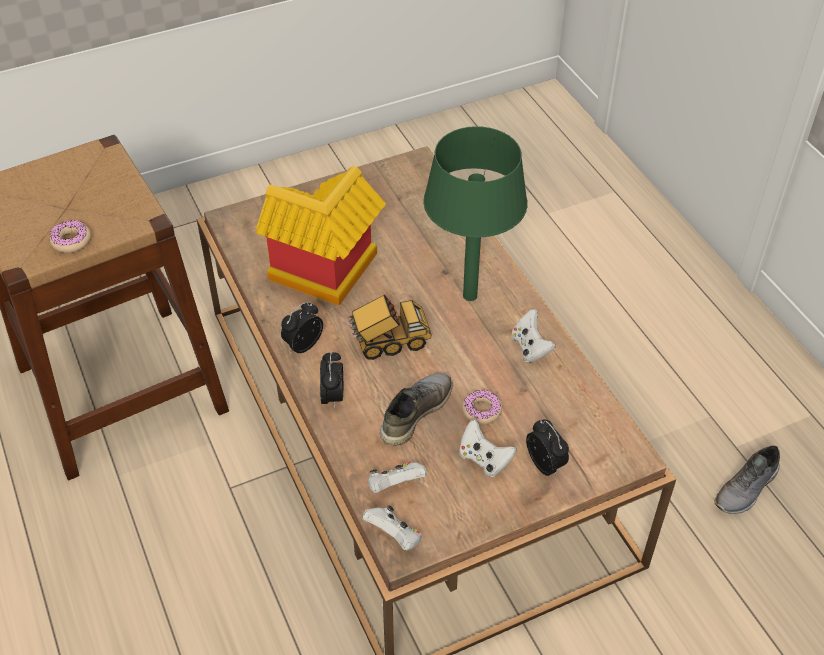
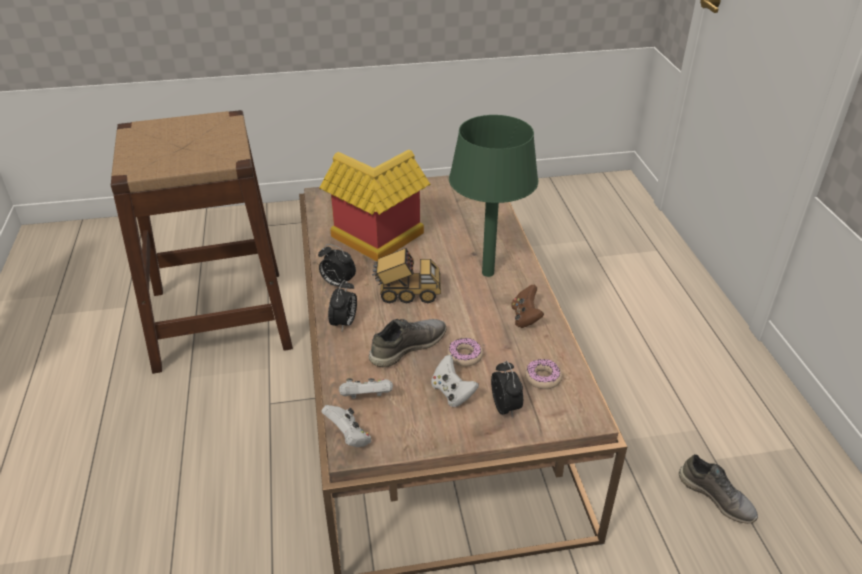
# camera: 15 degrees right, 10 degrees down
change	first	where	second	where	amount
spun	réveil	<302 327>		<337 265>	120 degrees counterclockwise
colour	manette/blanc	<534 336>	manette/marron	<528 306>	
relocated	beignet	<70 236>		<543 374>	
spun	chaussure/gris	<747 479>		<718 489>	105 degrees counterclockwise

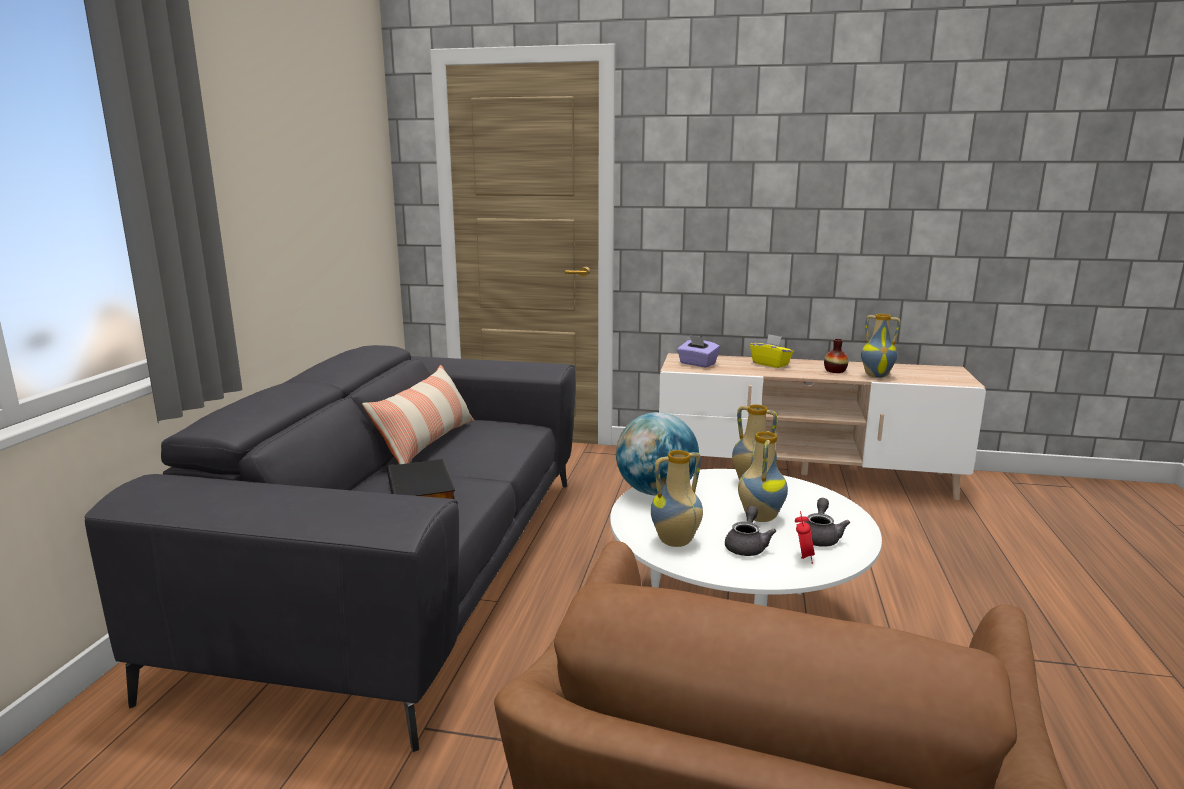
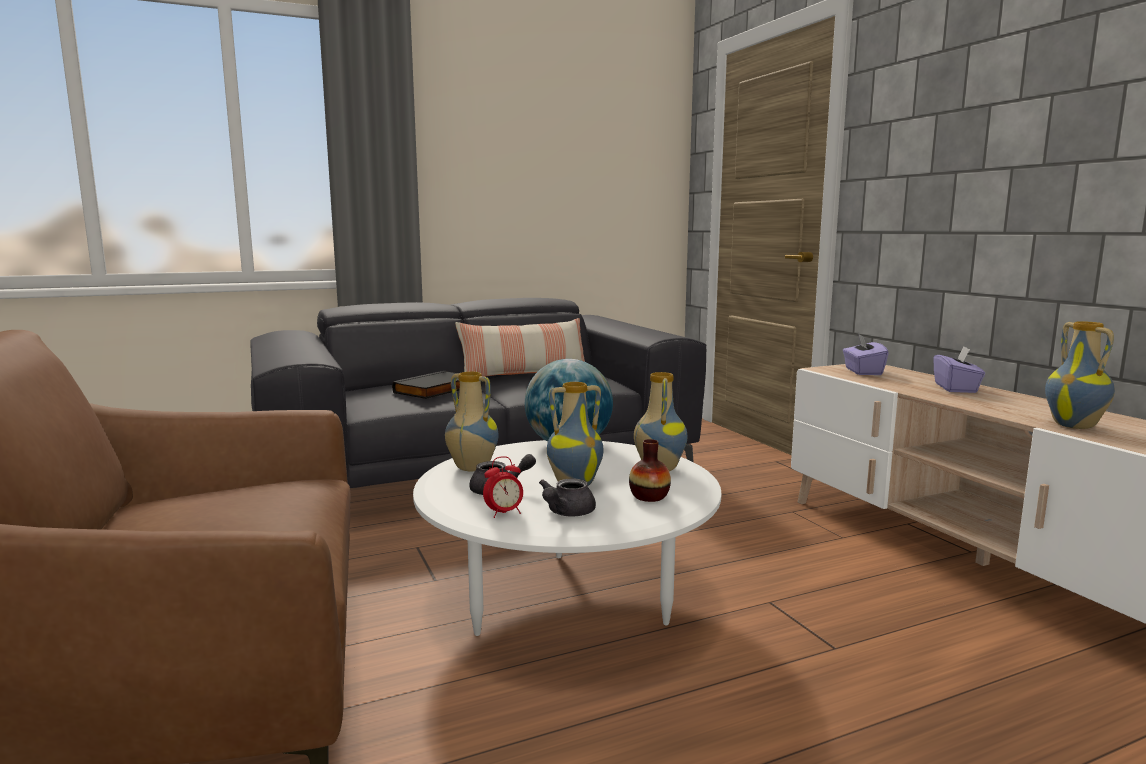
# camera: 55 degrees right, 5 degrees down
change	first	where	second	where	amount
spun	théière/gris	<827 522>		<567 497>	135 degrees clockwise
relocated	vase	<836 356>		<650 470>	
colour	boîte à mouchoirs/jaune	<771 351>	boîte à mouchoirs/violet	<959 370>	

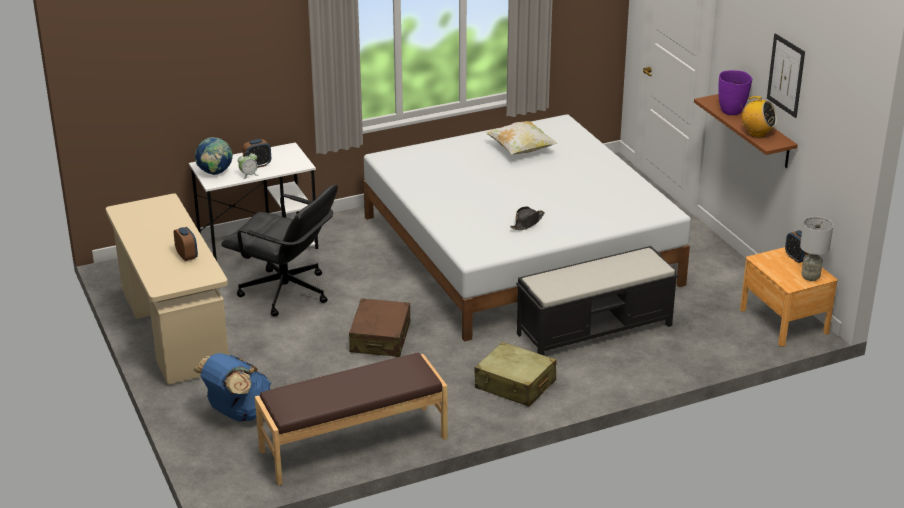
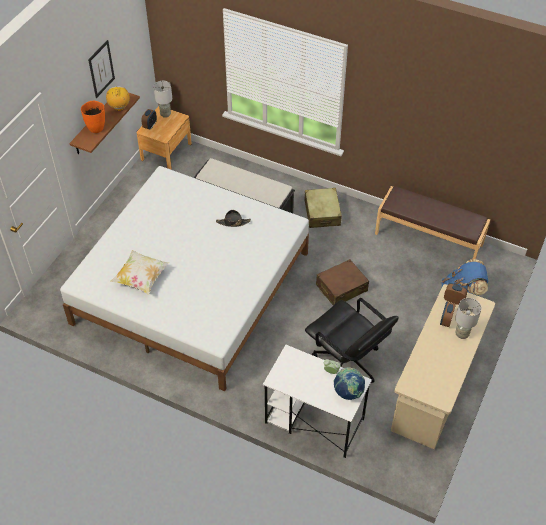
# camera: 130 degrees left, 20 degrees up
change	first	where	second	where	amount
colour	vase/violet	<735 92>	vase/orange	<93 117>	
spun	chaise de bureau/noir	<279 251>		<352 340>	150 degrees clockwise
relocated	réveil	<256 153>		<456 294>	
appeared			lampe de table/gris	<468 318>	

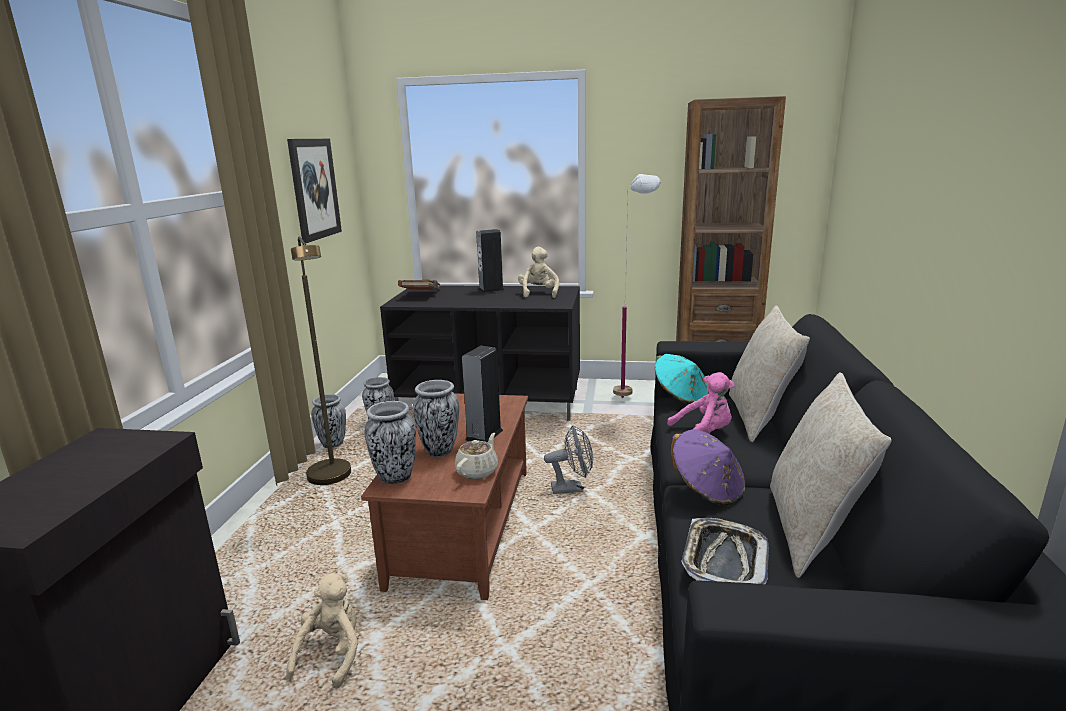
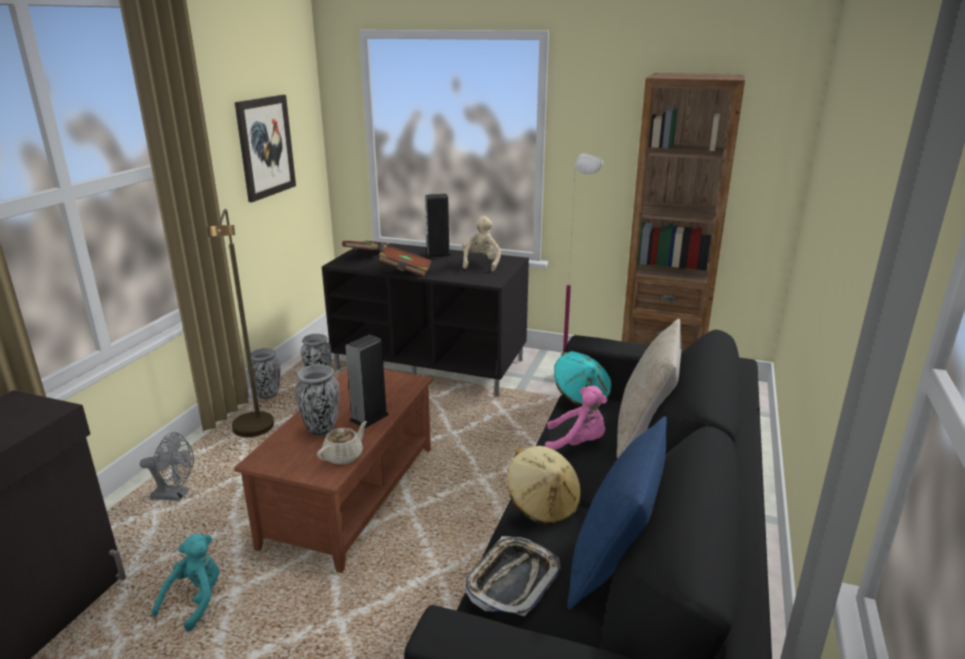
# camera: 10 degrees right, 5 degrees up
change	first	where	second	where	amount
relocated	ventilateur/gris	<568 459>		<167 466>	
colour	peluche/beige	<322 631>	peluche/turquoise	<186 583>	
appeared			livre/marron	<405 261>	
colour	chapeau/violet	<708 467>	chapeau/beige	<544 485>	
colour	coussin/beige	<831 475>	coussin/bleu	<617 513>	
missing	vase	<390 442>			

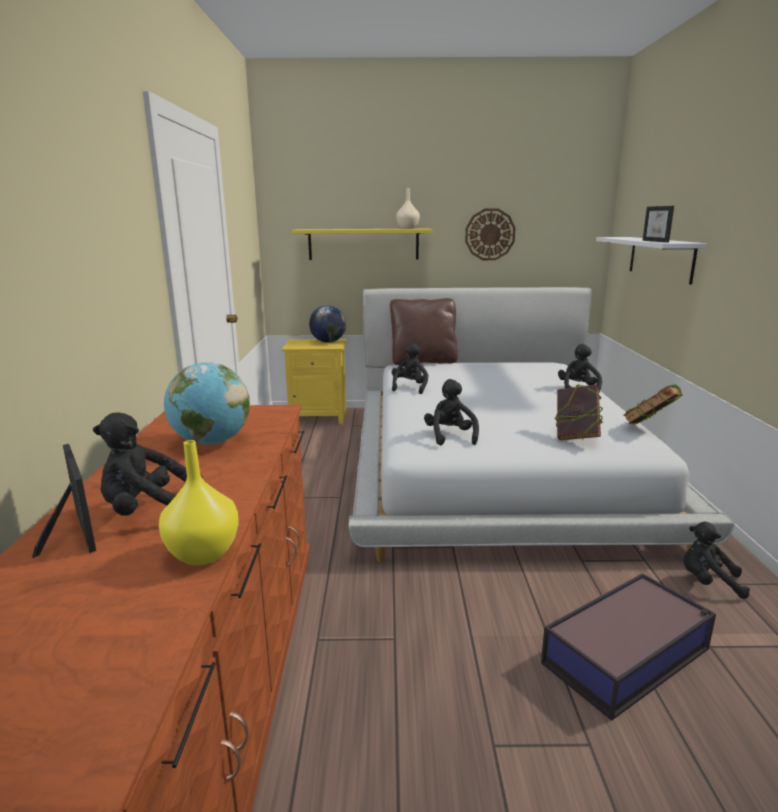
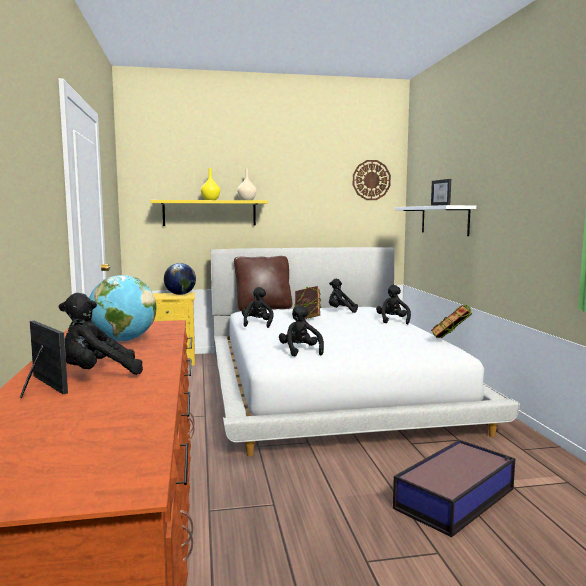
# camera: 10 degrees left, 10 degrees down
change	first	where	second	where	amount
relocated	vase/jaune	<199 502>		<210 184>	
relocated	livre	<579 412>		<307 302>	
relocated	peluche/noir	<716 560>		<343 296>	
relocated	horloge murale	<490 234>		<372 180>	

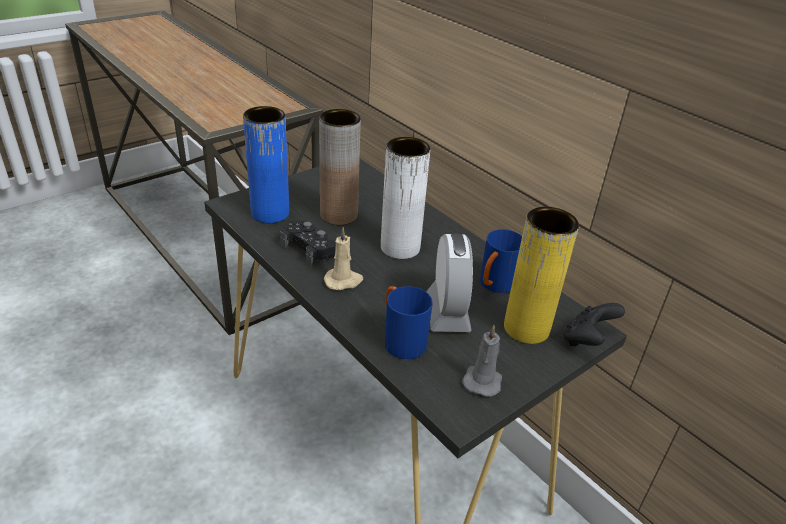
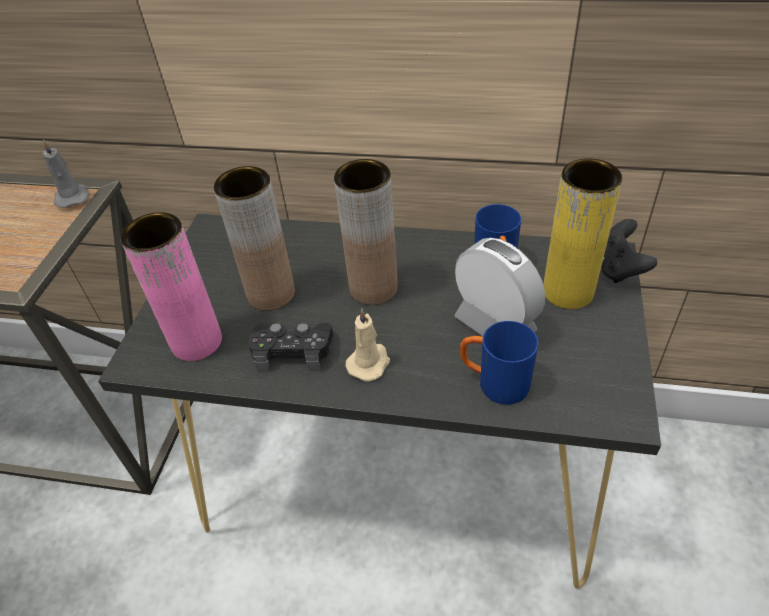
# camera: 35 degrees left, 10 degrees up
change	first	where	second	where	amount
relocated	bougie/gris	<482 361>		<65 173>	
colour	vase/bleu	<266 164>	vase/rose	<171 286>	
colour	vase/blanc	<405 198>	vase/marron	<366 232>	

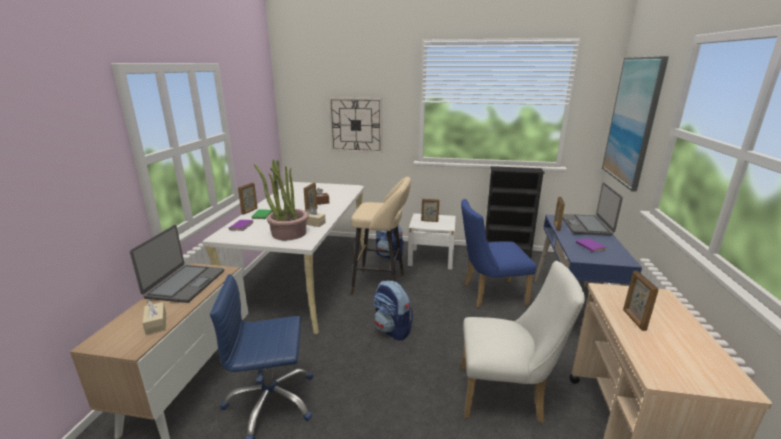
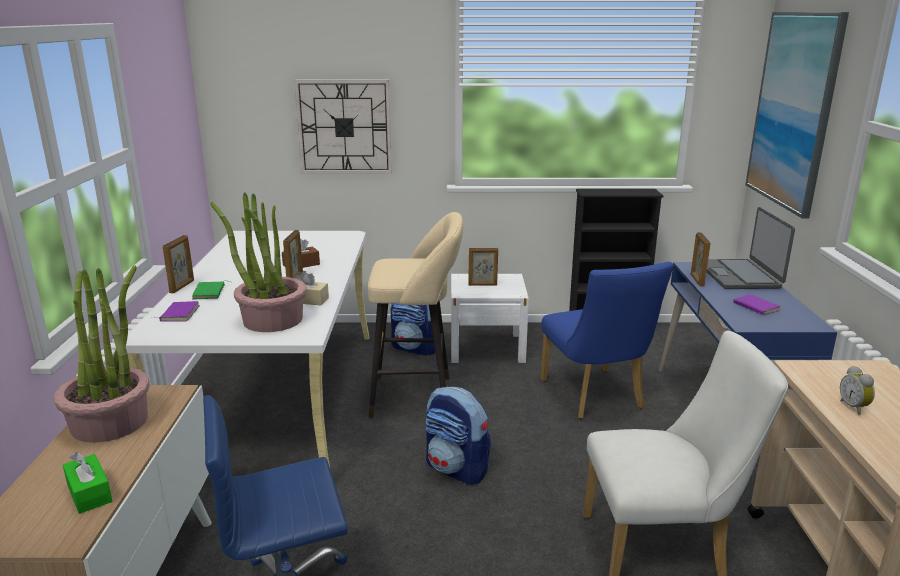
# camera: 10 degrees left, 0 degrees up
change	first	where	second	where	amount
exchanged	ordinateur portable	<177 264>	plante en pot	<102 354>	
colour	boîte à mouchoirs/beige	<154 317>	boîte à mouchoirs/vert	<87 483>	
spun	chaise/bleu	<498 253>		<607 340>	90 degrees counterclockwise
exchanged	cadre photo	<641 301>	réveil	<857 390>	

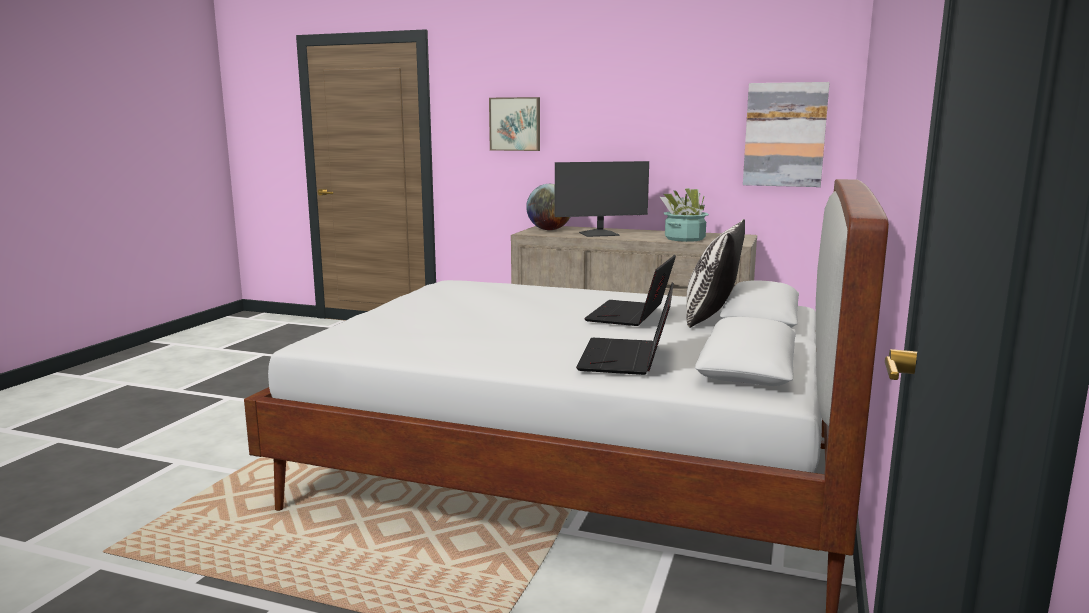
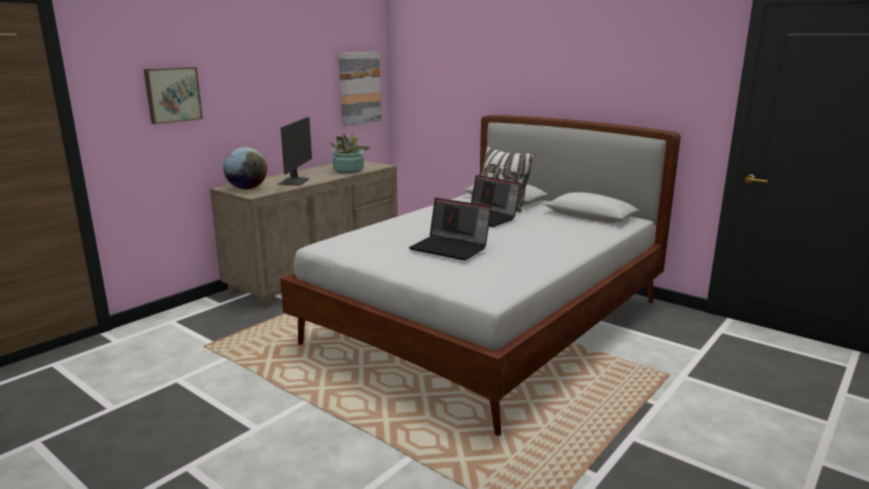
# camera: 70 degrees left, 5 degrees up
change	first	where	second	where	amount
relocated	ordinateur portable	<625 328>		<450 229>	

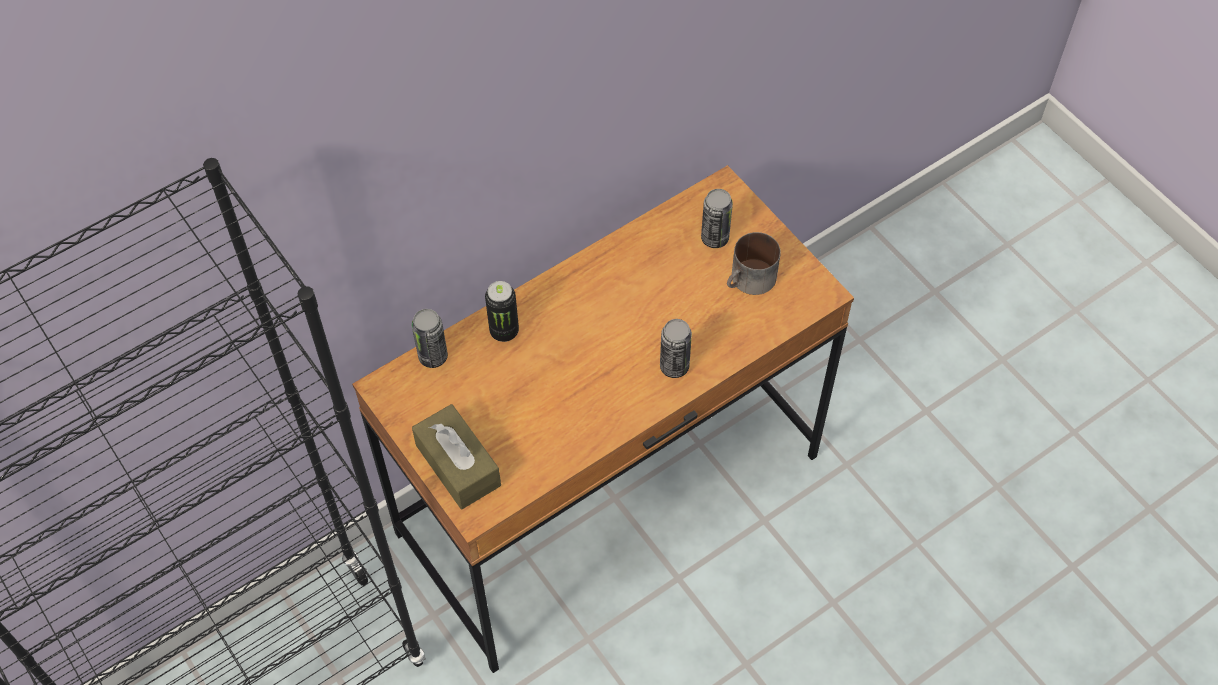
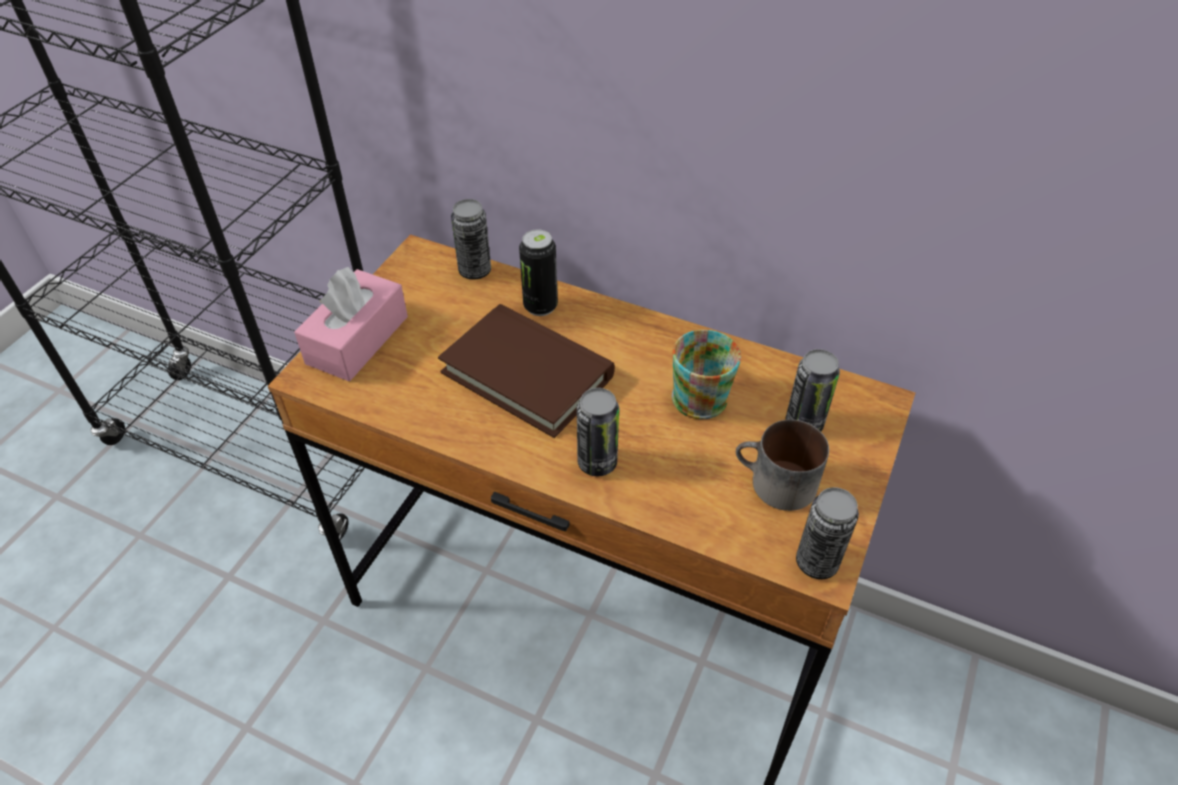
# camera: 60 degrees right, 10 degrees down
change	first	where	second	where	amount
colour	boîte à mouchoirs/marron	<456 456>	boîte à mouchoirs/rose	<351 324>	
appeared			livre/marron	<526 371>	
appeared			mug	<706 374>	
appeared			boîte métallique	<827 533>	

